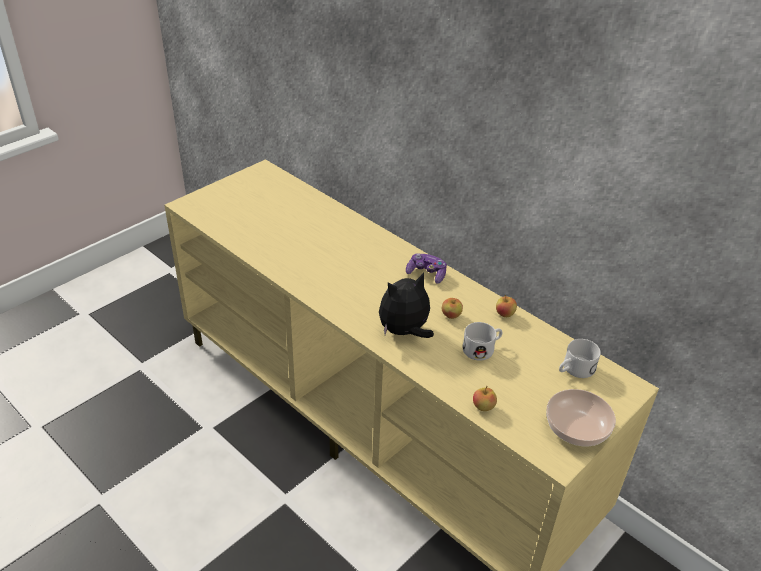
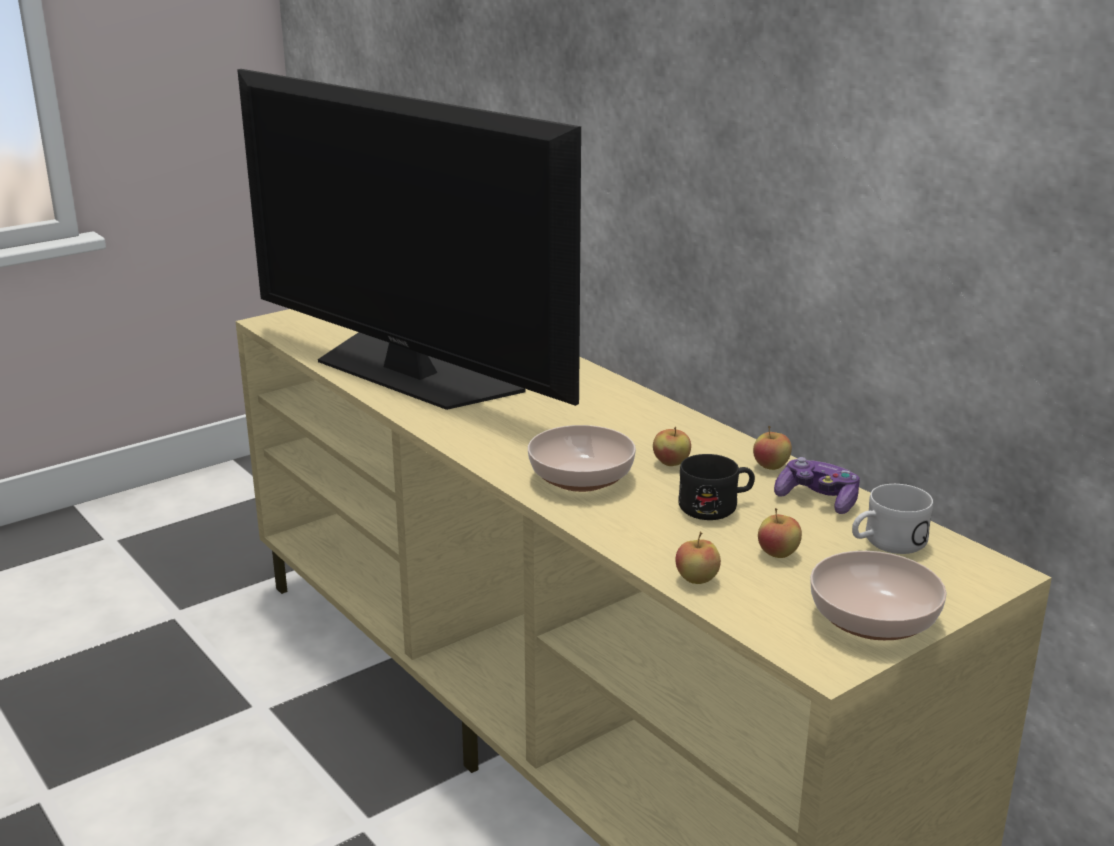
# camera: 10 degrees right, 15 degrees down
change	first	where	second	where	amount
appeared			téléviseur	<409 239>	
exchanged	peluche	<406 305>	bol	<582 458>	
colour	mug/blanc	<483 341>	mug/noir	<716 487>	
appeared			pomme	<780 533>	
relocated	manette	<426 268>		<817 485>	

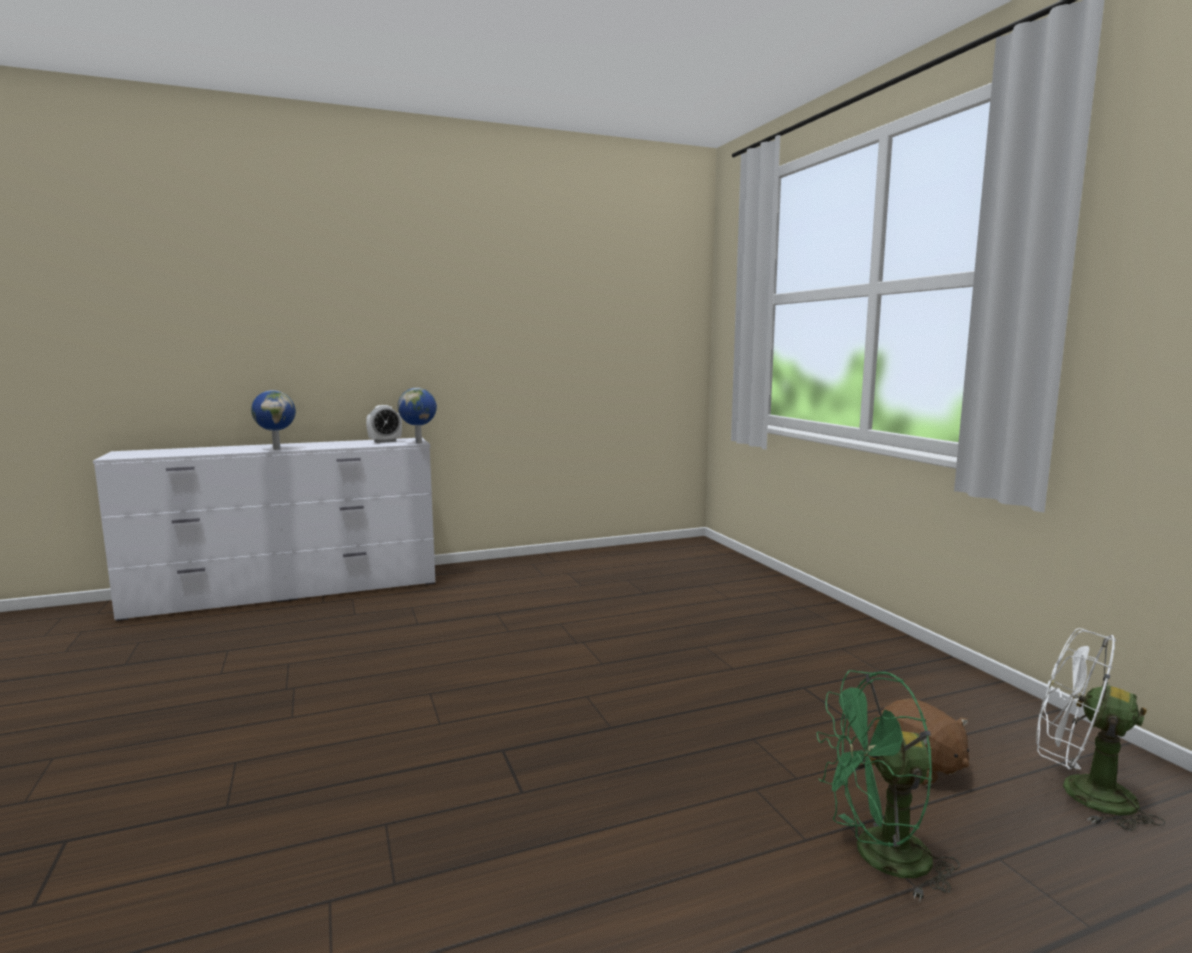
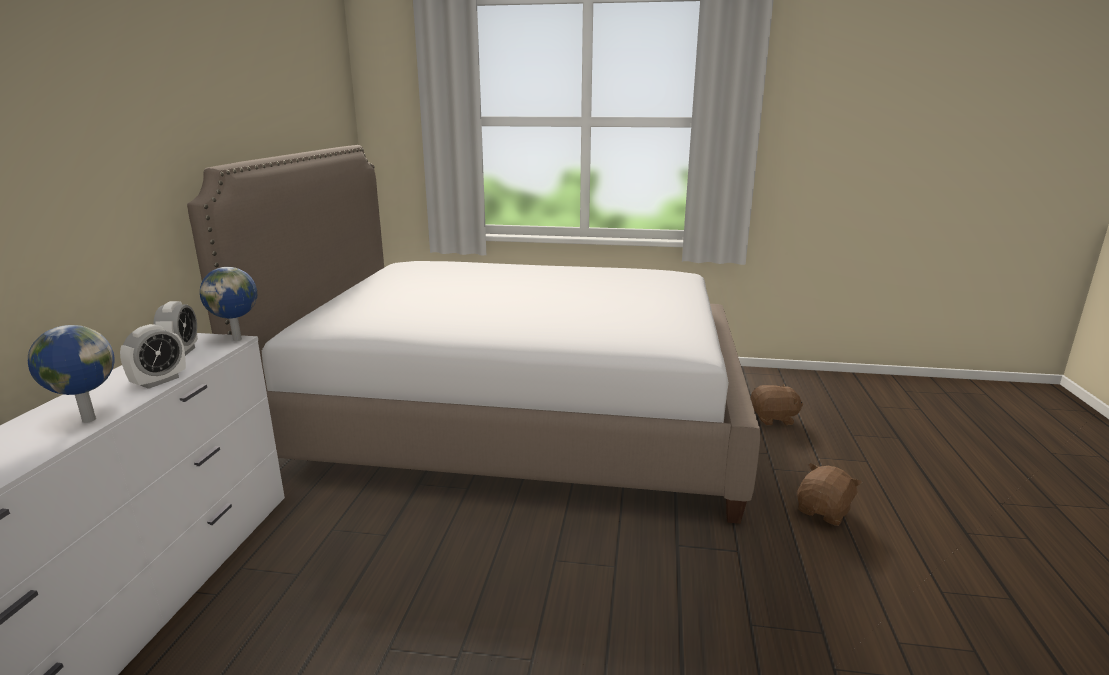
# camera: 60 degrees left, 10 degrees up
change	first	where	second	where	amount
appeared			réveil	<153 356>	
appeared			lit	<473 334>	
appeared			peluche/marron	<829 494>	
missing	ventilateur/vert	<888 785>			
missing	ventilateur/blanc	<1100 729>			

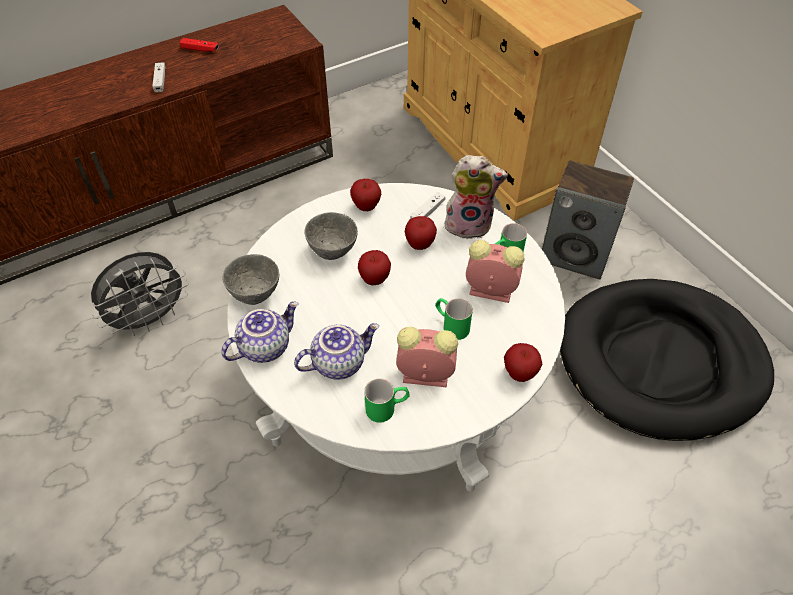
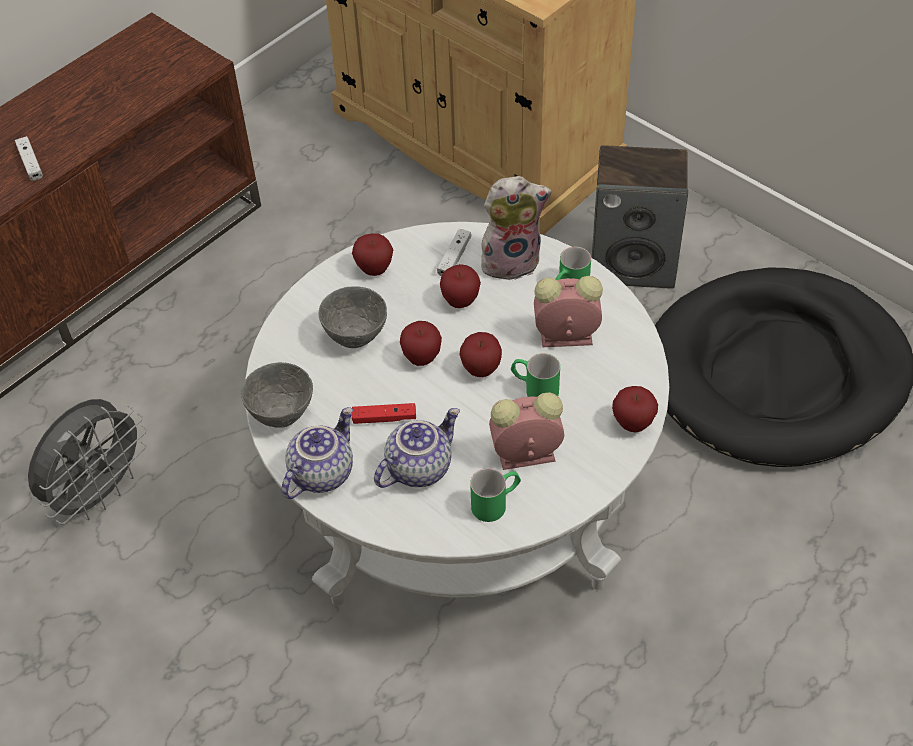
# camera: 15 degrees left, 0 degrees up
change	first	where	second	where	amount
relocated	manette/rouge	<198 45>		<384 413>	
appeared			pomme	<481 354>	

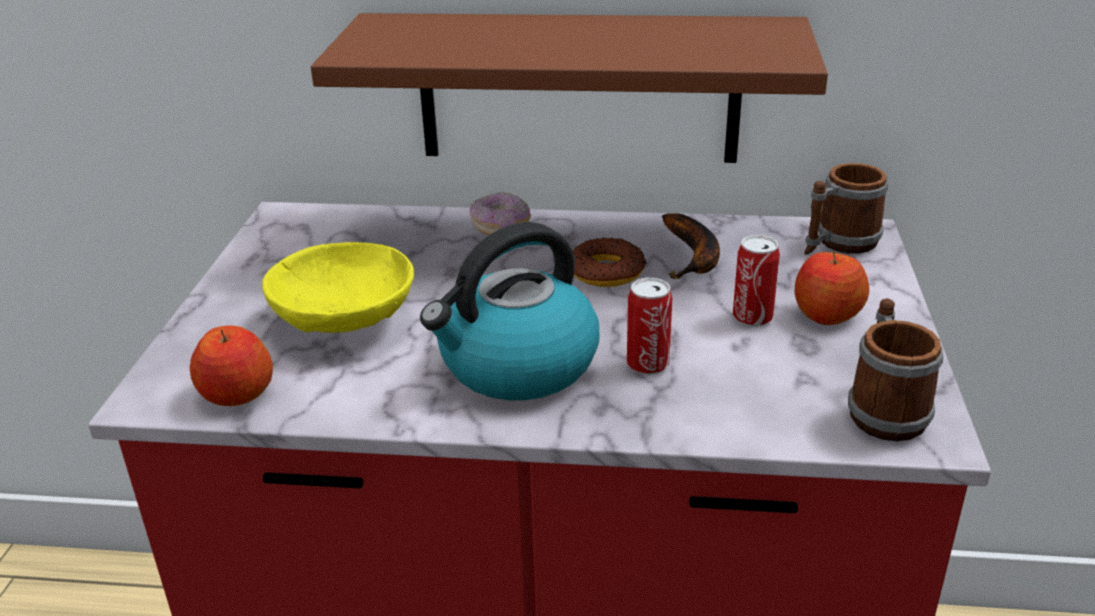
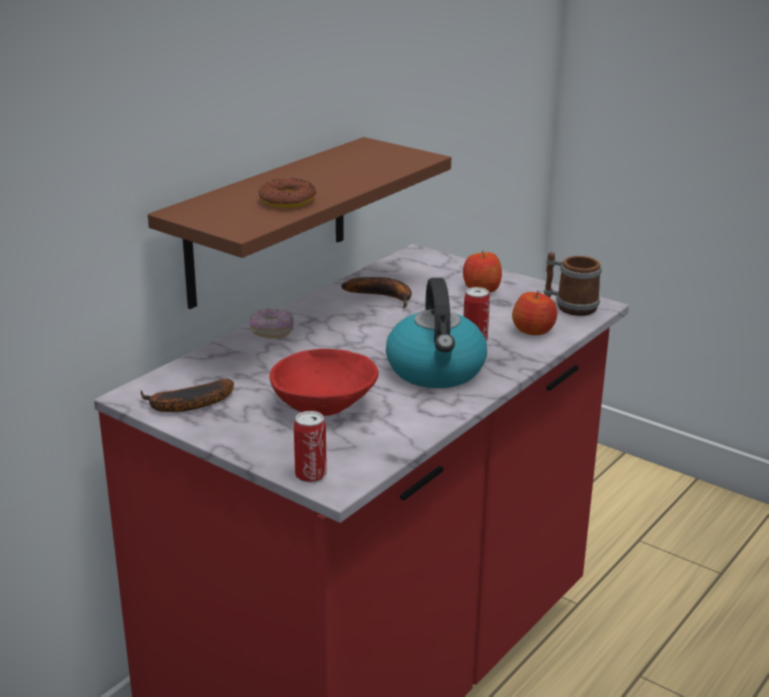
# camera: 60 degrees left, 5 degrees down
change	first	where	second	where	amount
appeared			banane	<187 395>	
relocated	beignet	<609 262>		<287 193>	
colour	bol/jaune	<338 287>	bol/rouge	<324 382>	
relocated	boîte métallique	<756 281>		<310 447>	
relocated	pomme	<231 366>		<534 313>	
missing	mug	<846 209>			

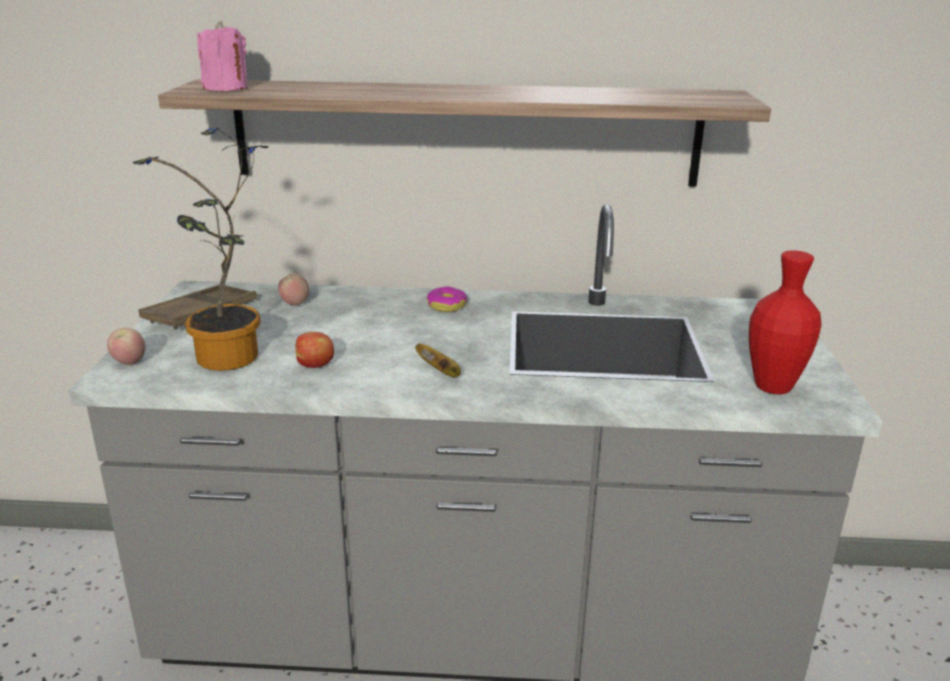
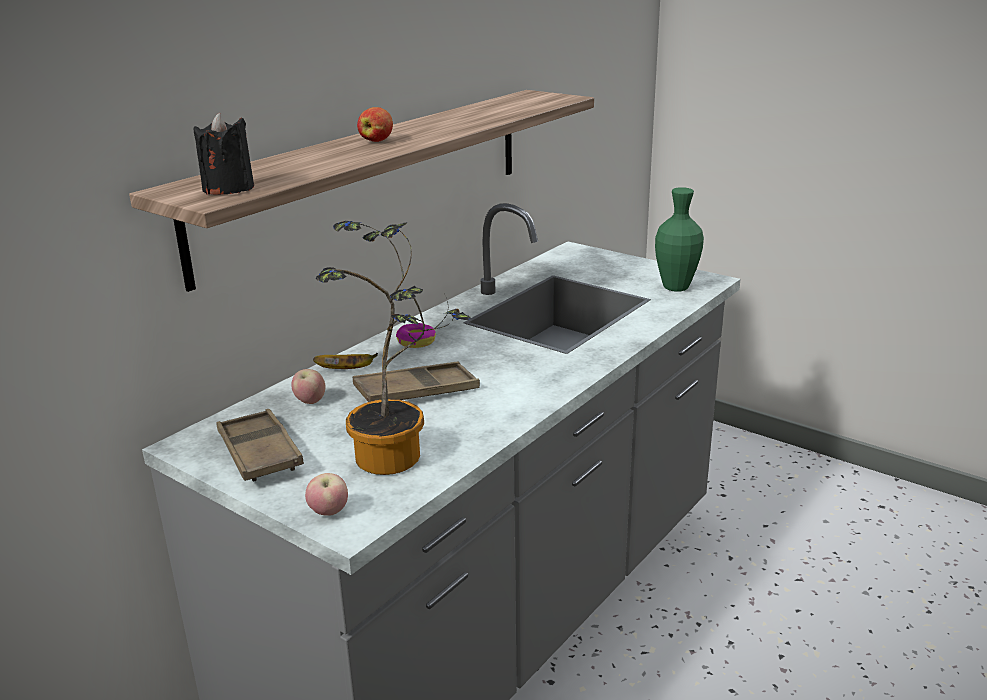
# camera: 55 degrees left, 0 degrees up
change	first	where	second	where	amount
colour	bougie/rose	<222 56>	bougie/noir	<223 153>	
relocated	banane	<438 361>		<345 361>	
appeared			plateau/marron	<416 382>	
relocated	pomme	<314 350>		<375 124>	
colour	vase/rouge	<785 322>	vase/vert	<679 239>	

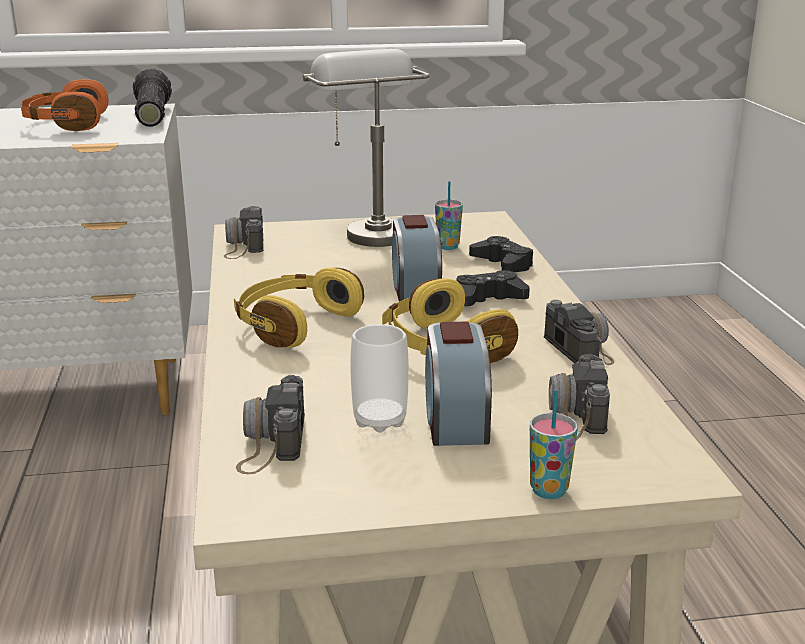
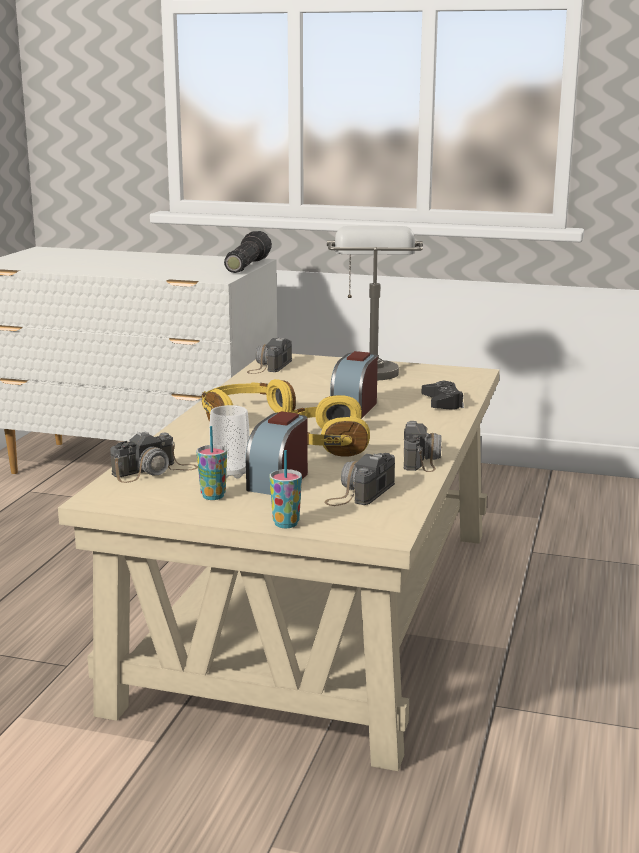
# camera: 25 degrees right, 5 degrees down
change	first	where	second	where	amount
spun	appareil photo	<270 424>		<154 456>	150 degrees counterclockwise
relocated	tasse	<449 215>		<212 463>	
missing	casque audio/orange	<64 105>			
missing	manette/noir	<493 288>			

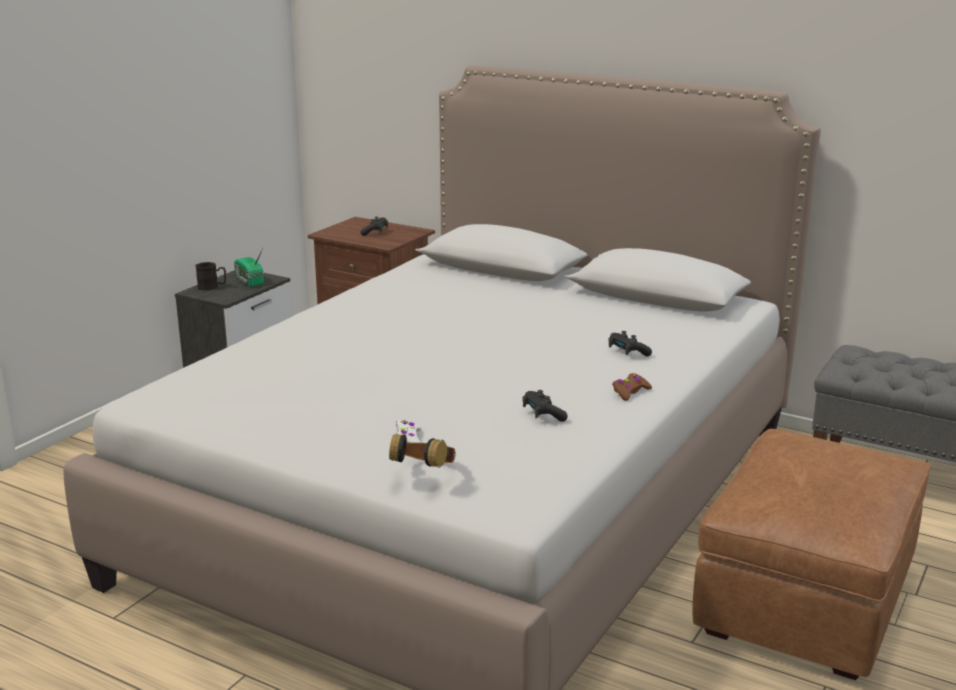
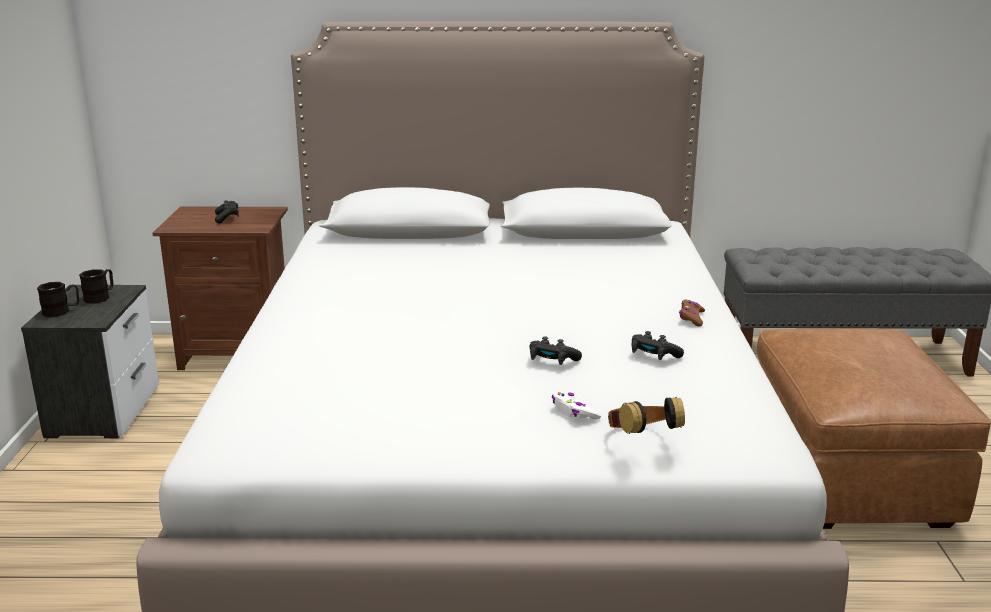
# camera: 30 degrees left, 0 degrees up
change	first	where	second	where	amount
exchanged	radio	<249 267>	mug/noir	<96 286>	
relocated	manette/noir	<630 343>		<556 351>	

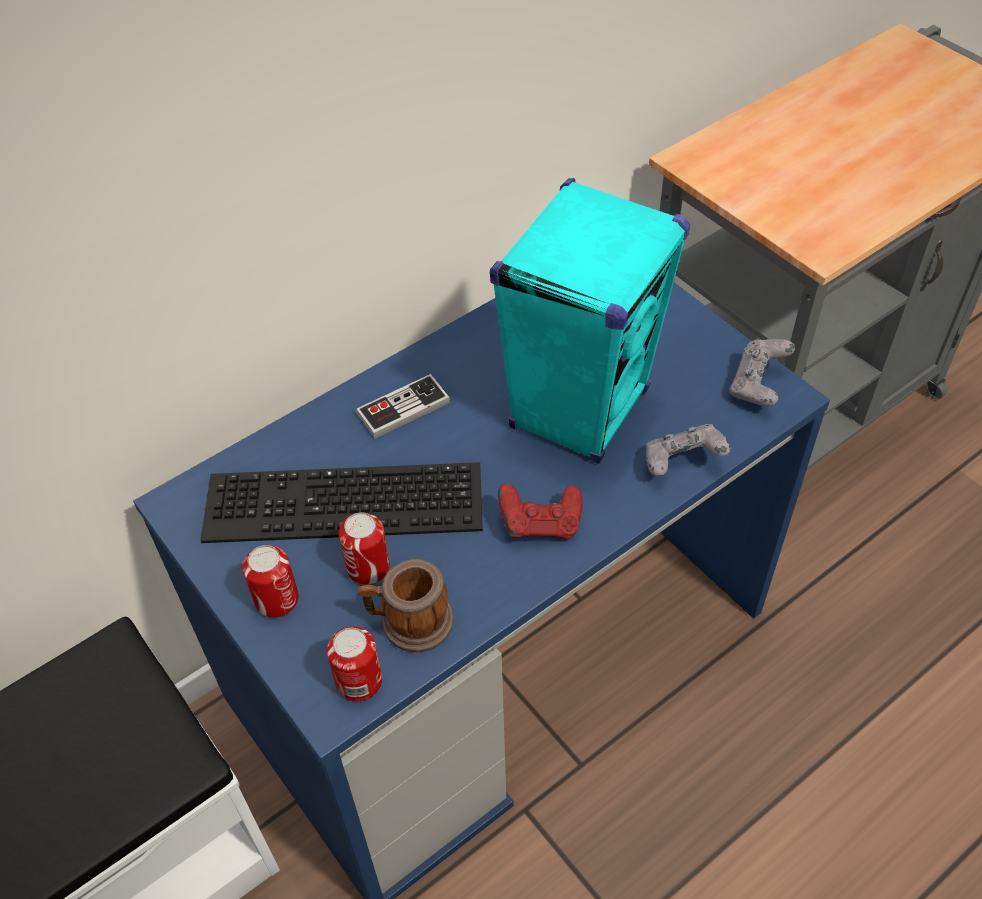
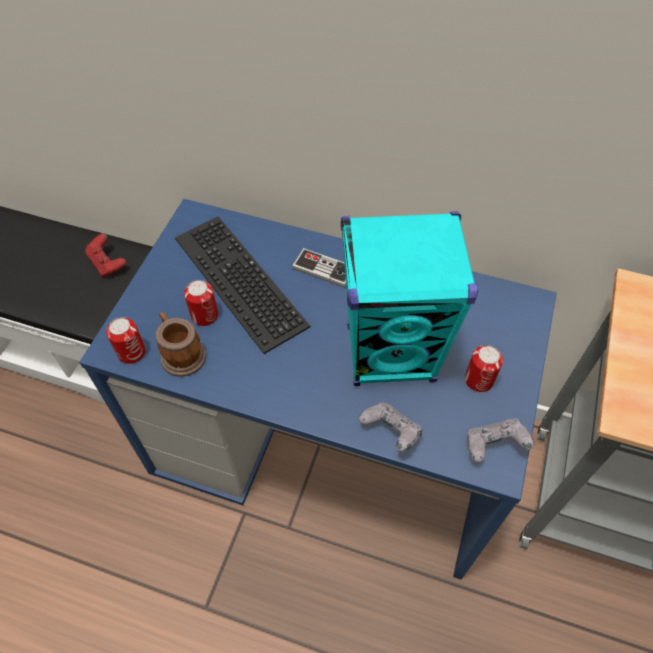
# camera: 55 degrees right, 5 degrees up
change	first	where	second	where	amount
relocated	manette/rouge	<540 511>		<105 255>	
relocated	boîte métallique	<270 581>		<484 368>	

